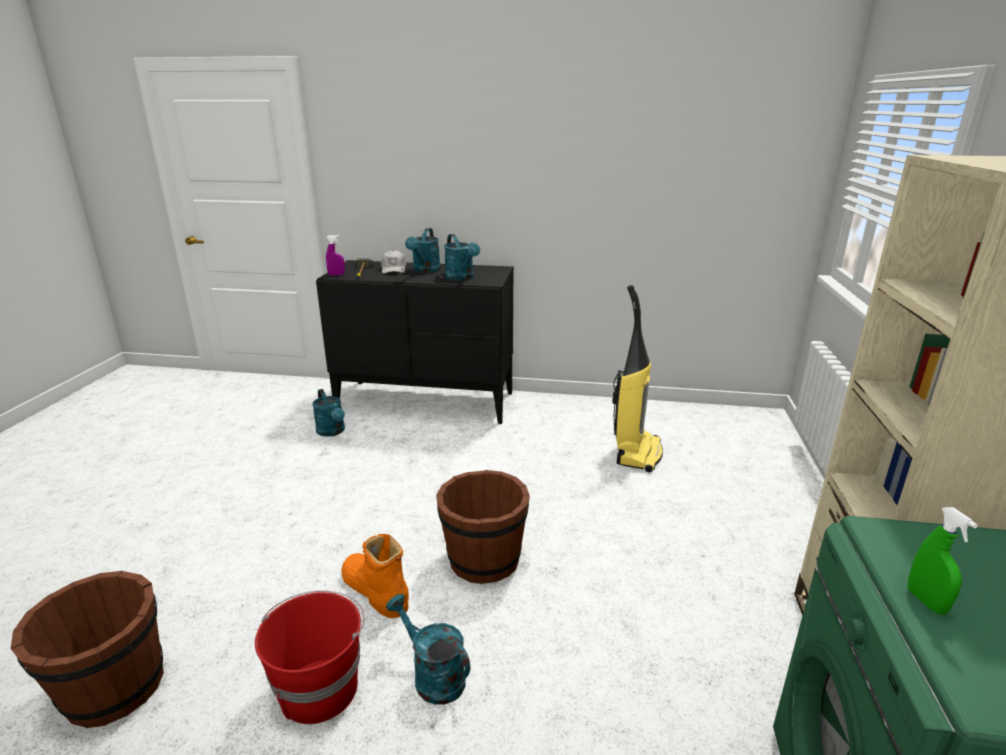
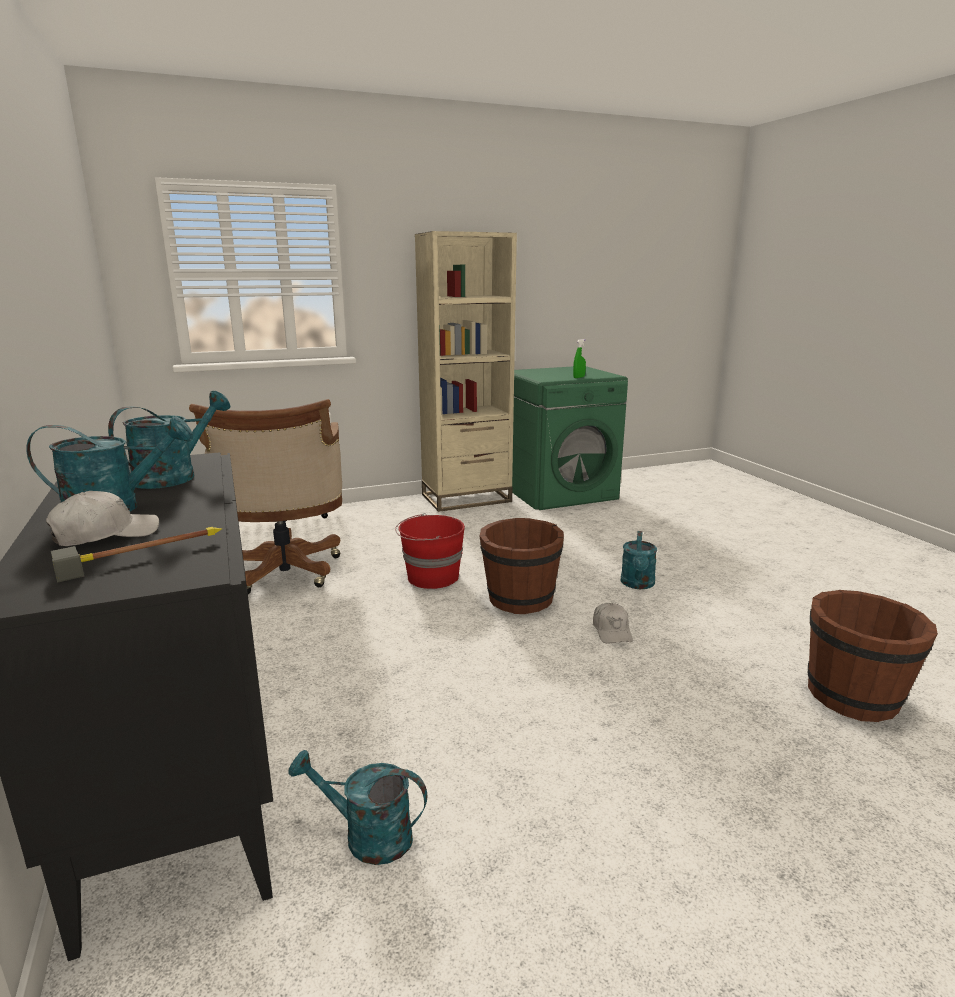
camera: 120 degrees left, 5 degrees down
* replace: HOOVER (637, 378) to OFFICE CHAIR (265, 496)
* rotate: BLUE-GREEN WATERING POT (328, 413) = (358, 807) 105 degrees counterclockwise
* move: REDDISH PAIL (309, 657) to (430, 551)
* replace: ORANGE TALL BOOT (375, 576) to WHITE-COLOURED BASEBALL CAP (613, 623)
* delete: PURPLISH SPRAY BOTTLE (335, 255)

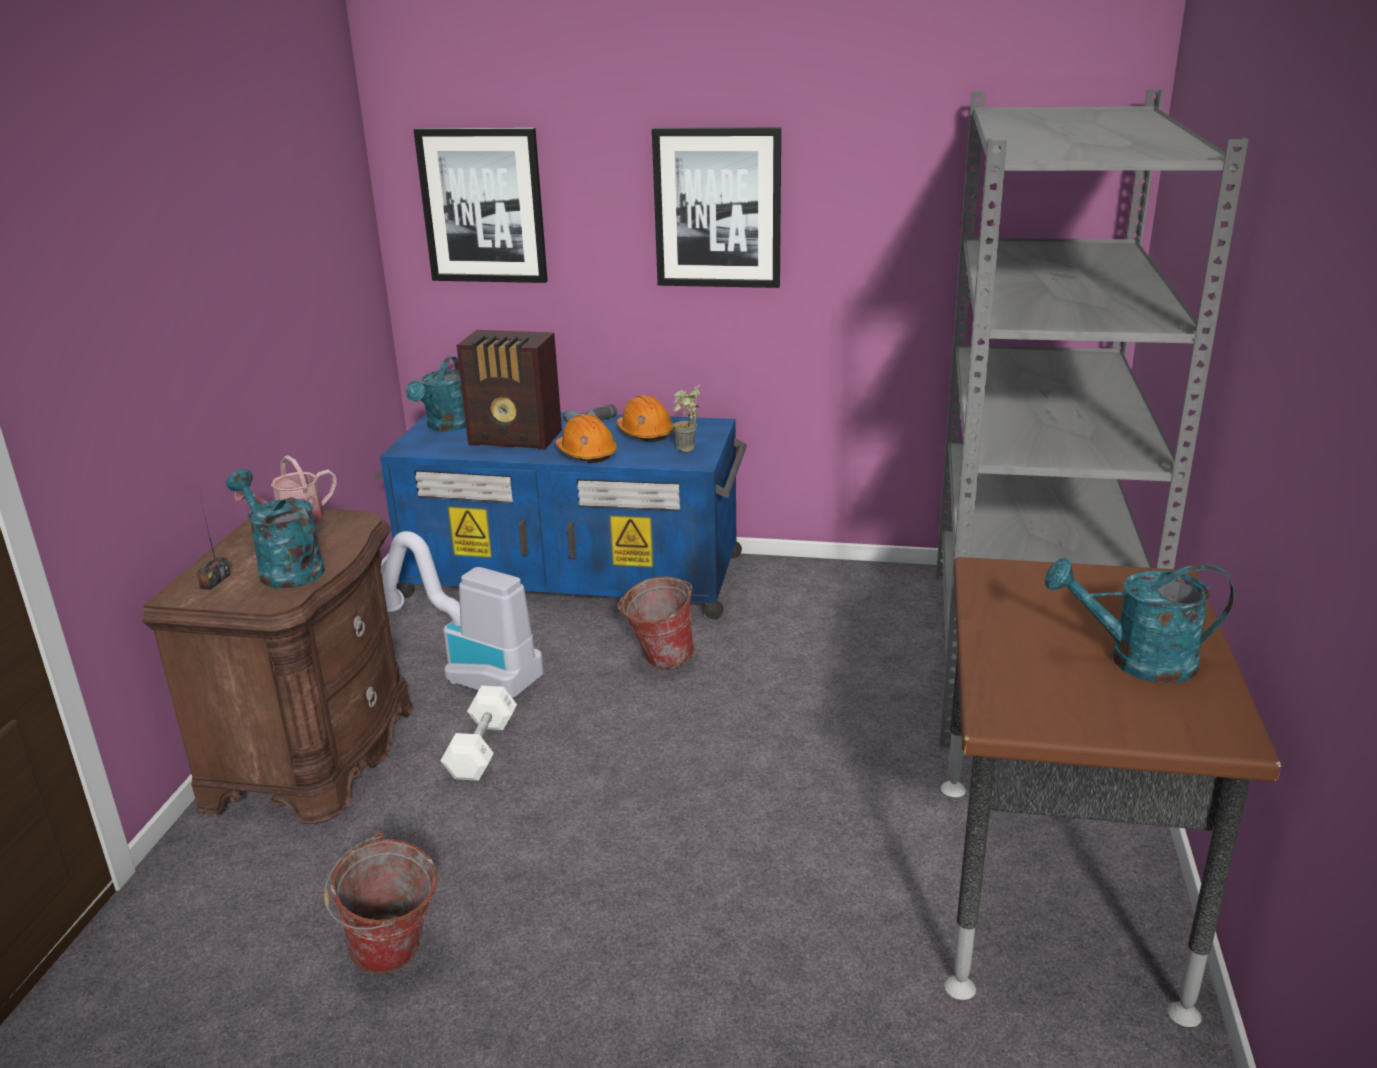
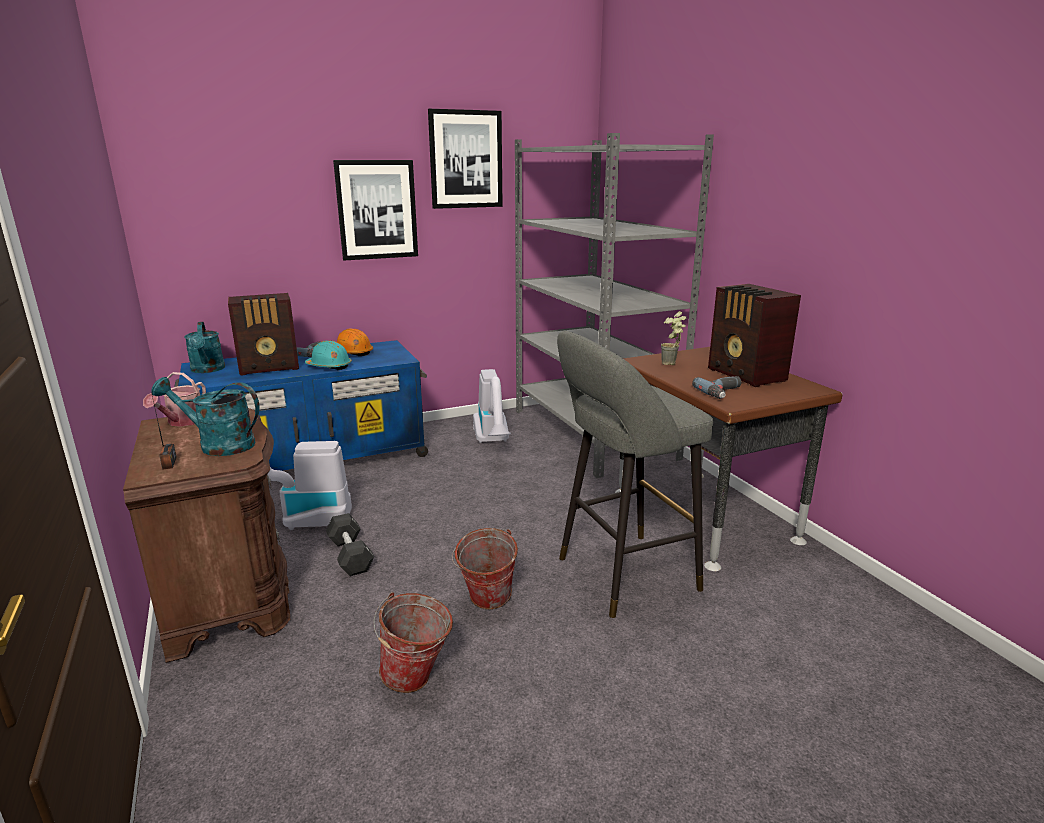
camera: 35 degrees left, 5 degrees down
* recolor: ORANGE SAFETY HELMET (586, 438) to BLUE-GREEN SAFETY HELMET (328, 355)
* recolor: WHITE-COLOURED HAND WEIGHT (478, 733) to BLACKISH HAND WEIGHT (350, 544)
* move: PICTURE (481, 205) to (465, 159)
* move: PAIL (656, 622) to (485, 568)
* insert: HOOVER (492, 406)
* insert: GREY SITTING STOOL (635, 474)
* move: POTTED PLANT (687, 417) to (674, 338)
* insert: ELECTRIC DRILL (716, 387)
* replace: BLUE-GREEN WATERING POT (1140, 620) to RADIO SET (754, 335)

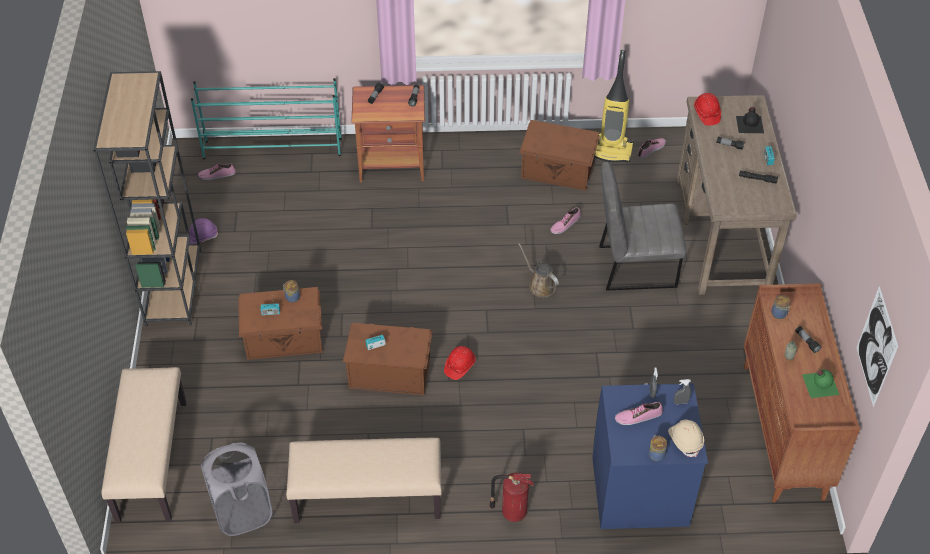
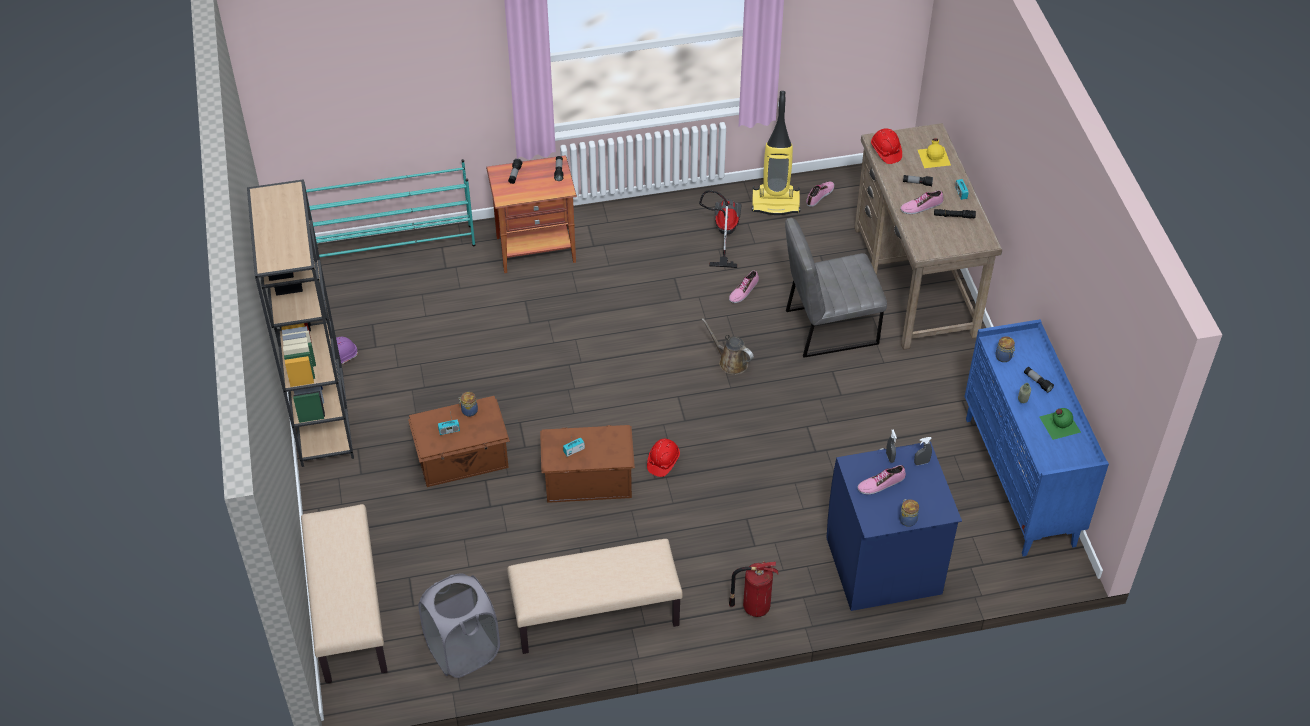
camera: 10 degrees left, 0 degrees up
* replace: BROWN STORAGE CONTAINER (559, 155) to HOOVER (720, 229)
* move: LOW SHOE (217, 171) to (922, 202)
* recolor: BLACKISH BEVERAGE BOTTLE (750, 120) to YELLOW-COLOURED BEVERAGE BOTTLE (934, 153)
* recolor: BROWN CABINET (802, 393) to BLUISH CABINET (1036, 437)
* delete: SAND-COLOURED SAFETY HELMET (686, 438)
* delete: PICTURE (877, 346)

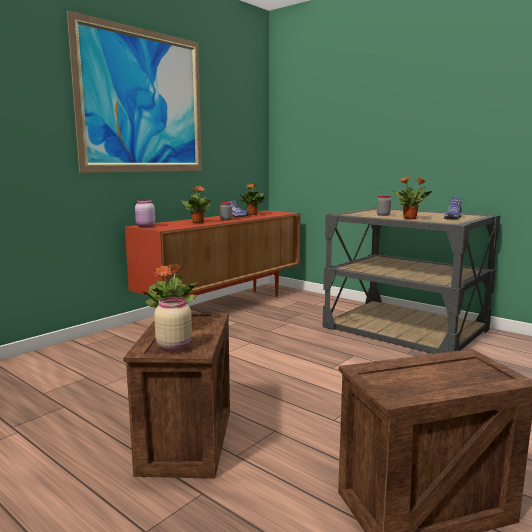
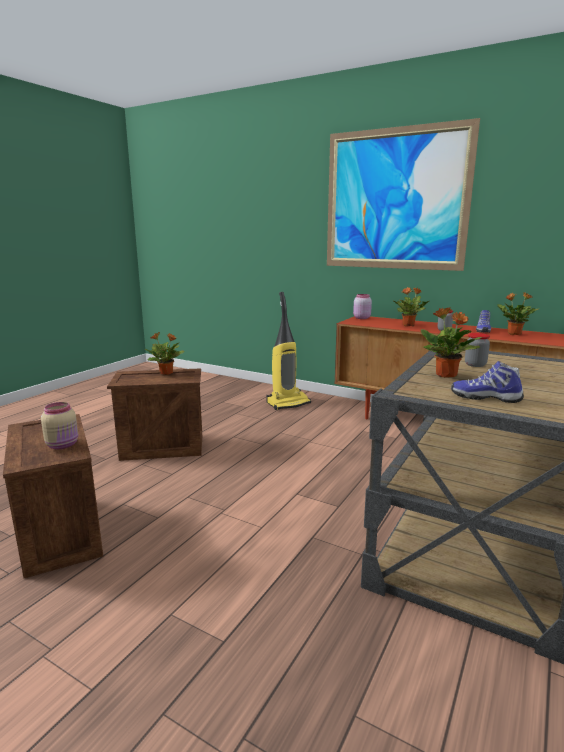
camera: 80 degrees right, 5 degrees up
* move: SAND-COLOURED PRESERVE JAR (173, 324) to (59, 425)
* insert: HOOVER (288, 351)

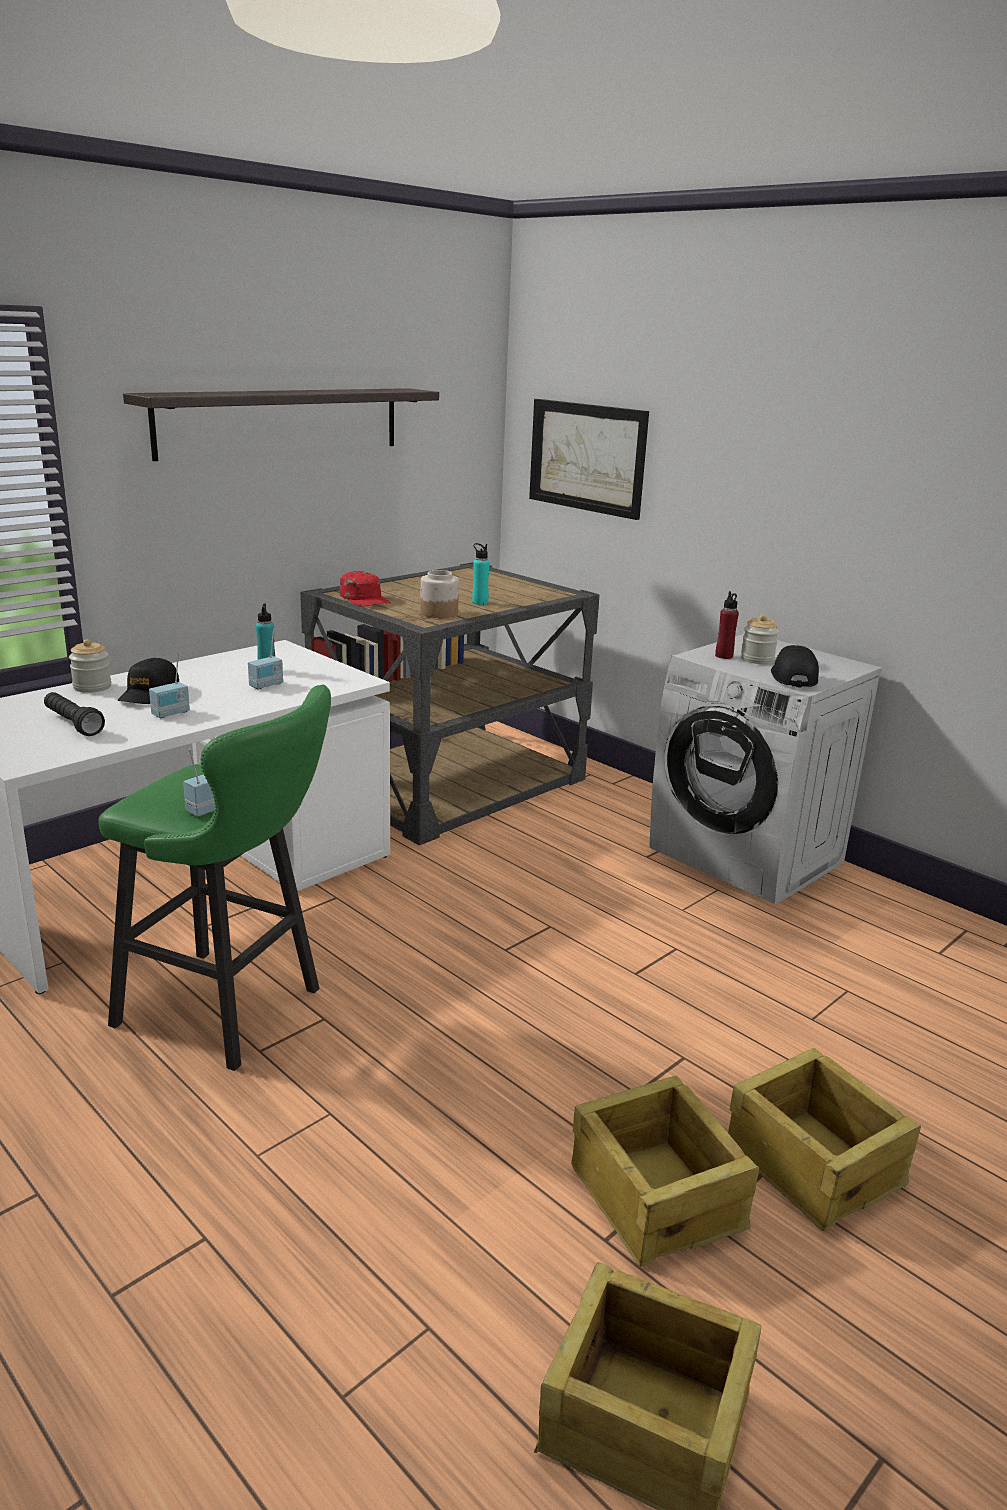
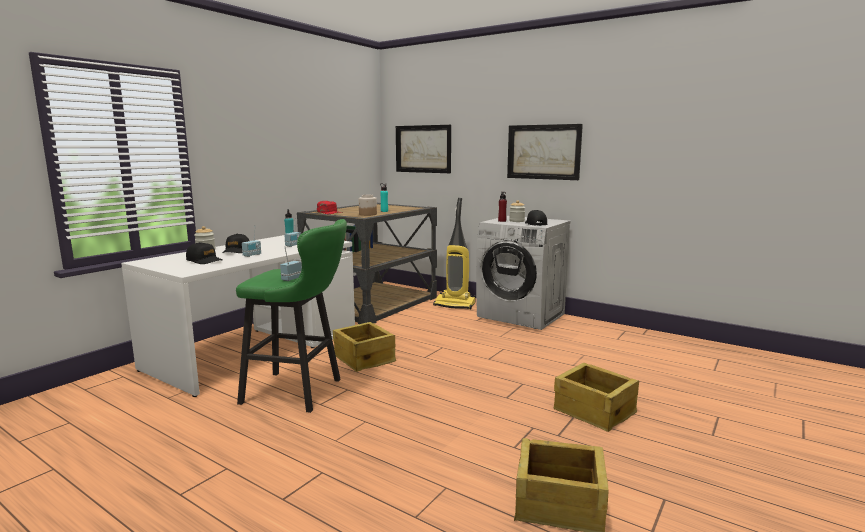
camera: 10 degrees left, 10 degrees down
* replace: BLACKISH HAND TORCH (74, 714) to BLACKISH BASEBALL CAP (204, 253)
* move: CRATE (665, 1171) to (364, 347)
* insert: HOOVER (454, 253)
* insert: PICTURE (545, 152)
* delete: SHELF (281, 424)

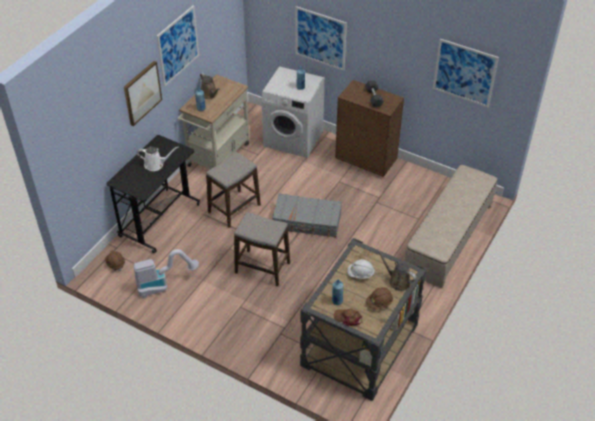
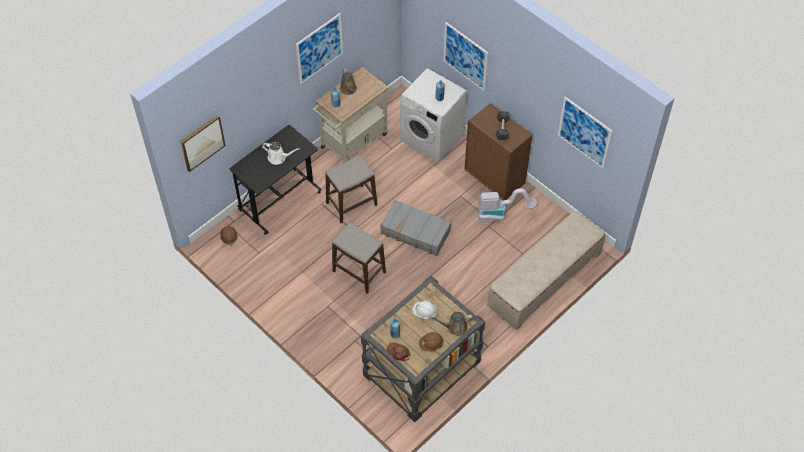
camera: 15 degrees right, 10 degrees up
* move: PICTURE (143, 93) to (203, 143)
* rotate: BROWN WATERING POT (397, 270) = (451, 324) 60 degrees counterclockwise
* move: HOOVER (166, 273) to (507, 205)

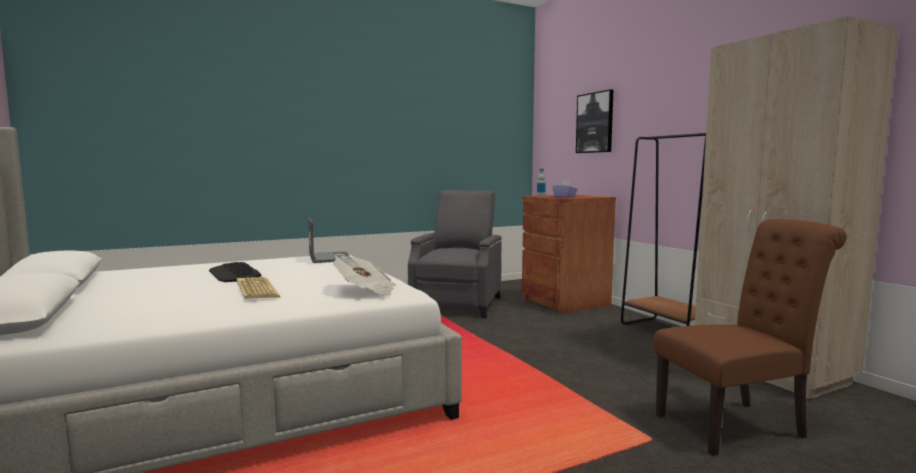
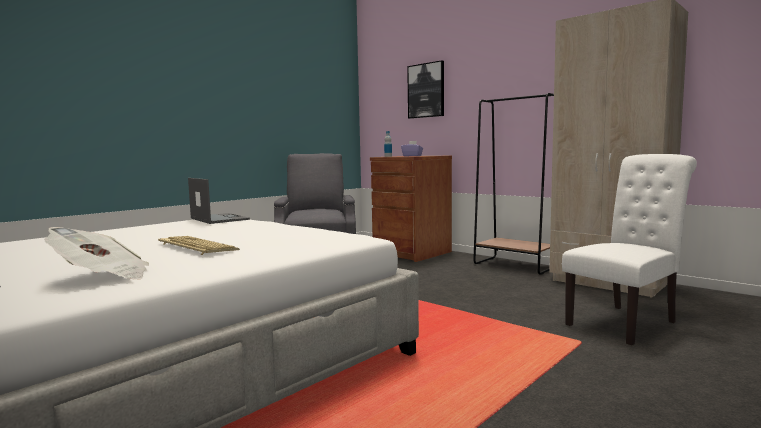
camera: 20 degrees left, 0 degrees up
* move: DAILY PAPER (364, 275) to (96, 253)
* recolor: BROWN PLAIN CHAIR (750, 337) to WHITE-COLOURED PLAIN CHAIR (629, 249)
* delete: KEYBOARD (235, 272)

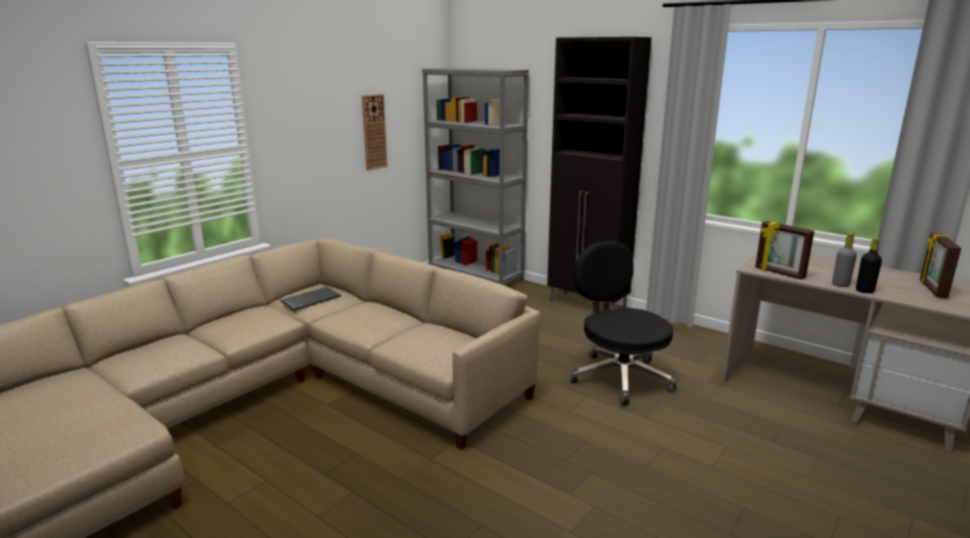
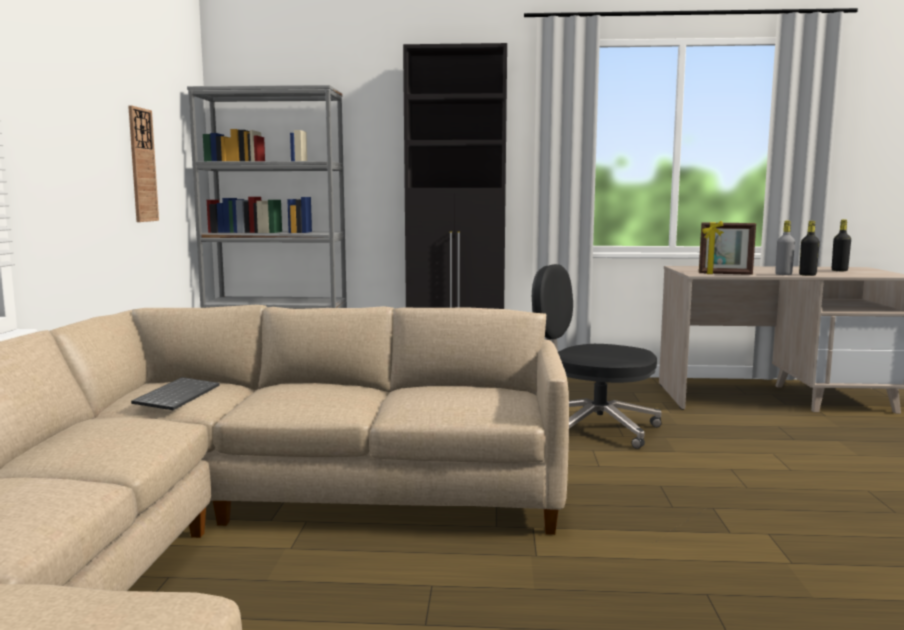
camera: 35 degrees left, 10 degrees down
* replace: PICTURE FRAME (940, 266) to BLACKISH BEVERAGE BOTTLE (841, 245)

